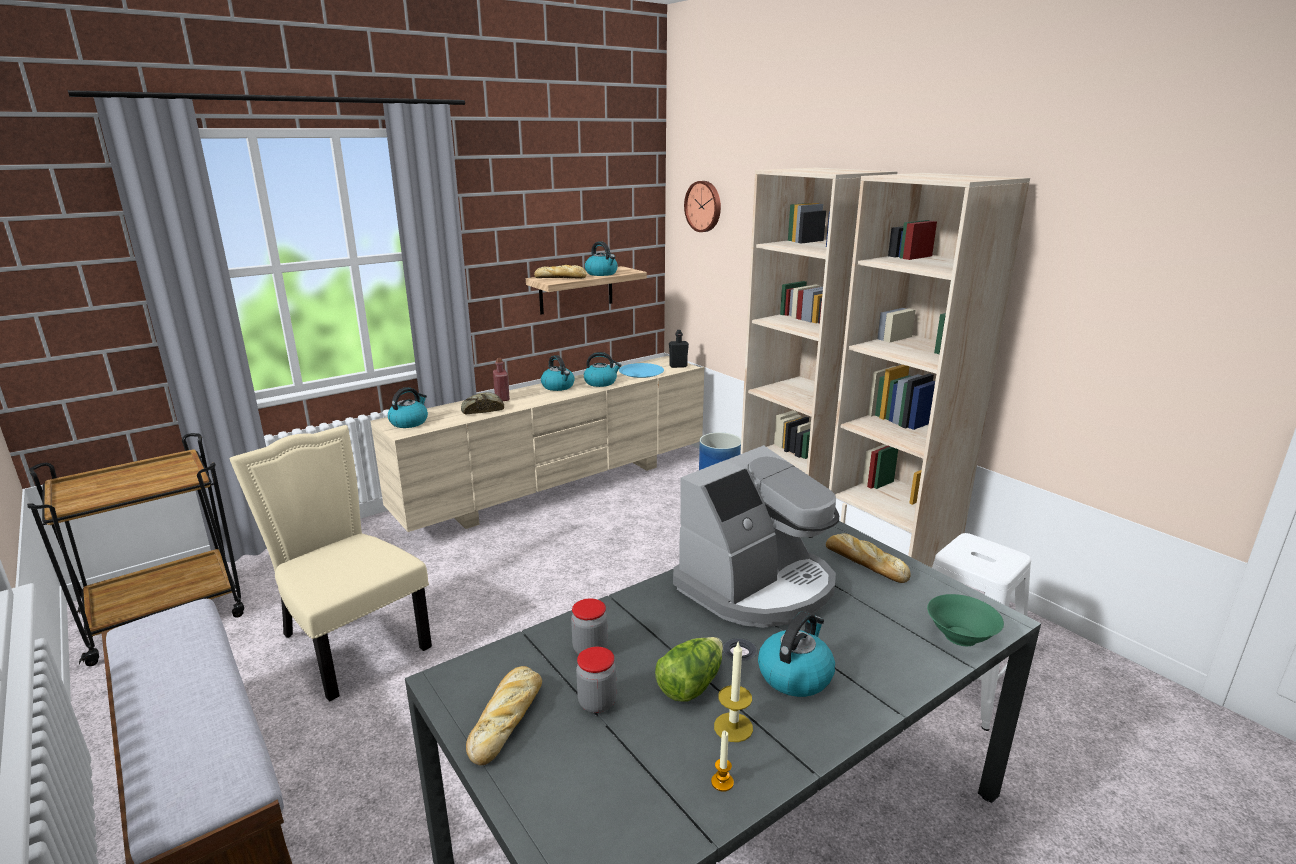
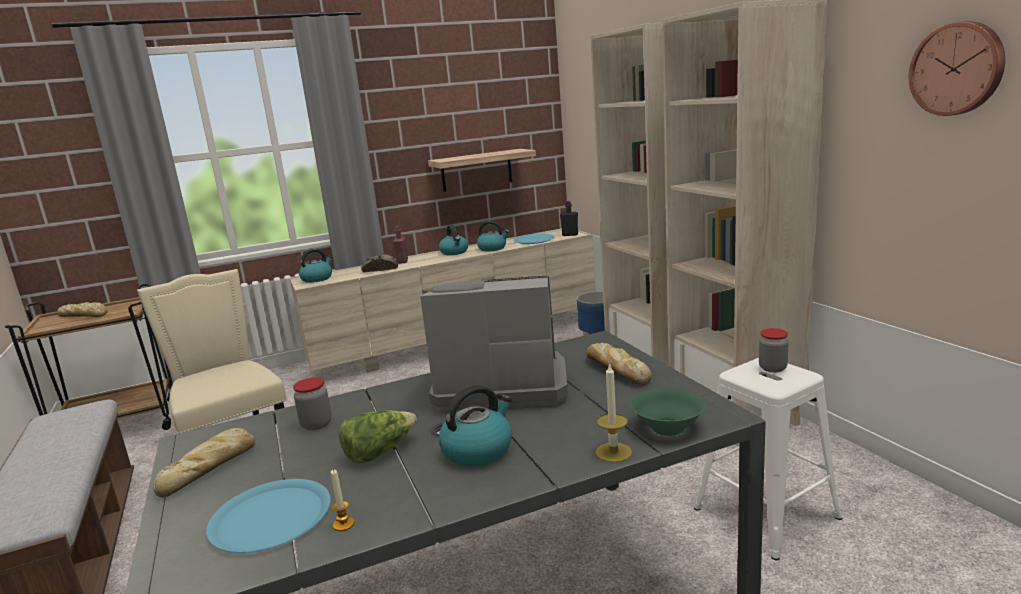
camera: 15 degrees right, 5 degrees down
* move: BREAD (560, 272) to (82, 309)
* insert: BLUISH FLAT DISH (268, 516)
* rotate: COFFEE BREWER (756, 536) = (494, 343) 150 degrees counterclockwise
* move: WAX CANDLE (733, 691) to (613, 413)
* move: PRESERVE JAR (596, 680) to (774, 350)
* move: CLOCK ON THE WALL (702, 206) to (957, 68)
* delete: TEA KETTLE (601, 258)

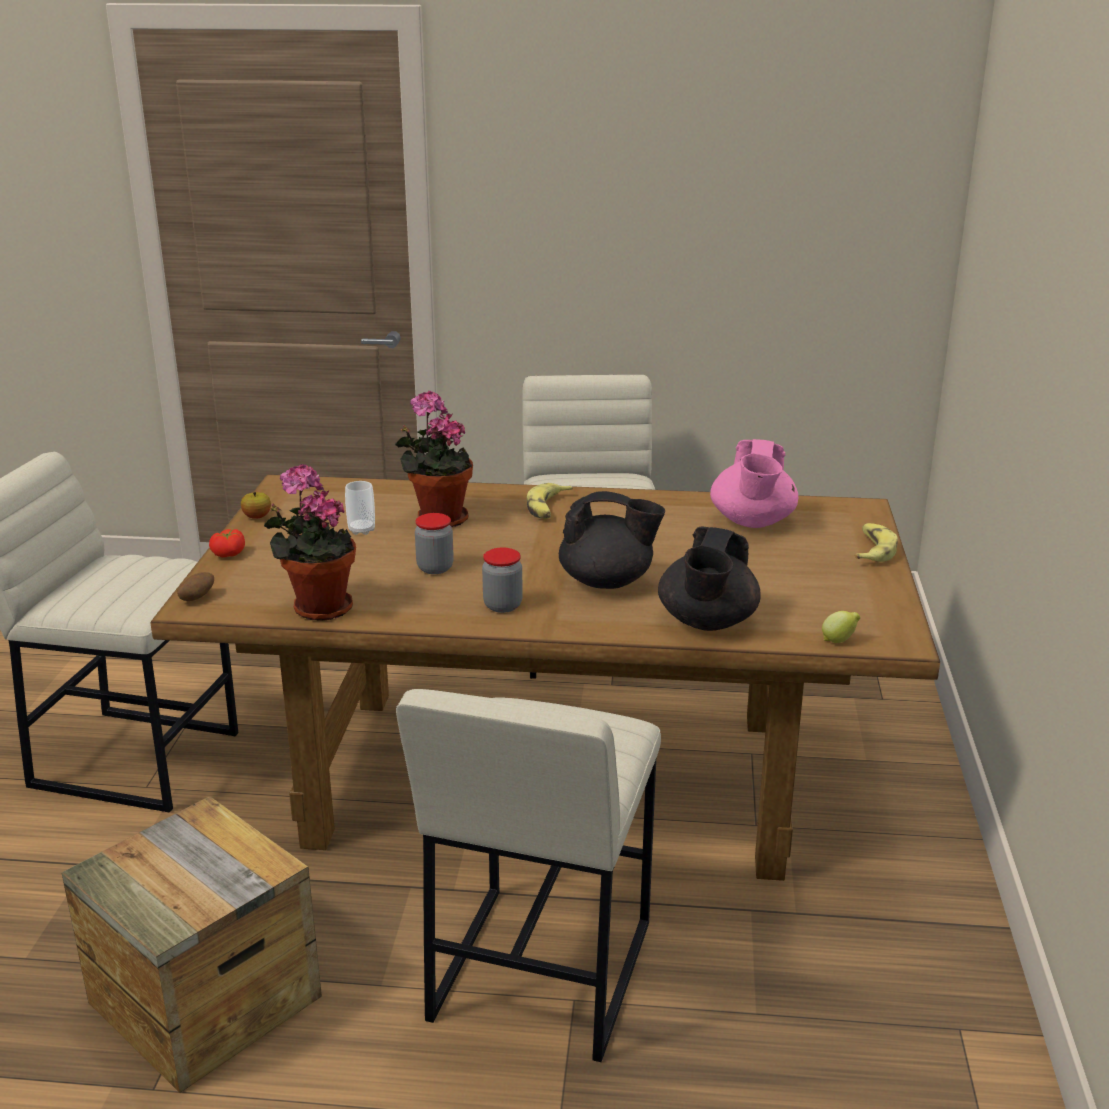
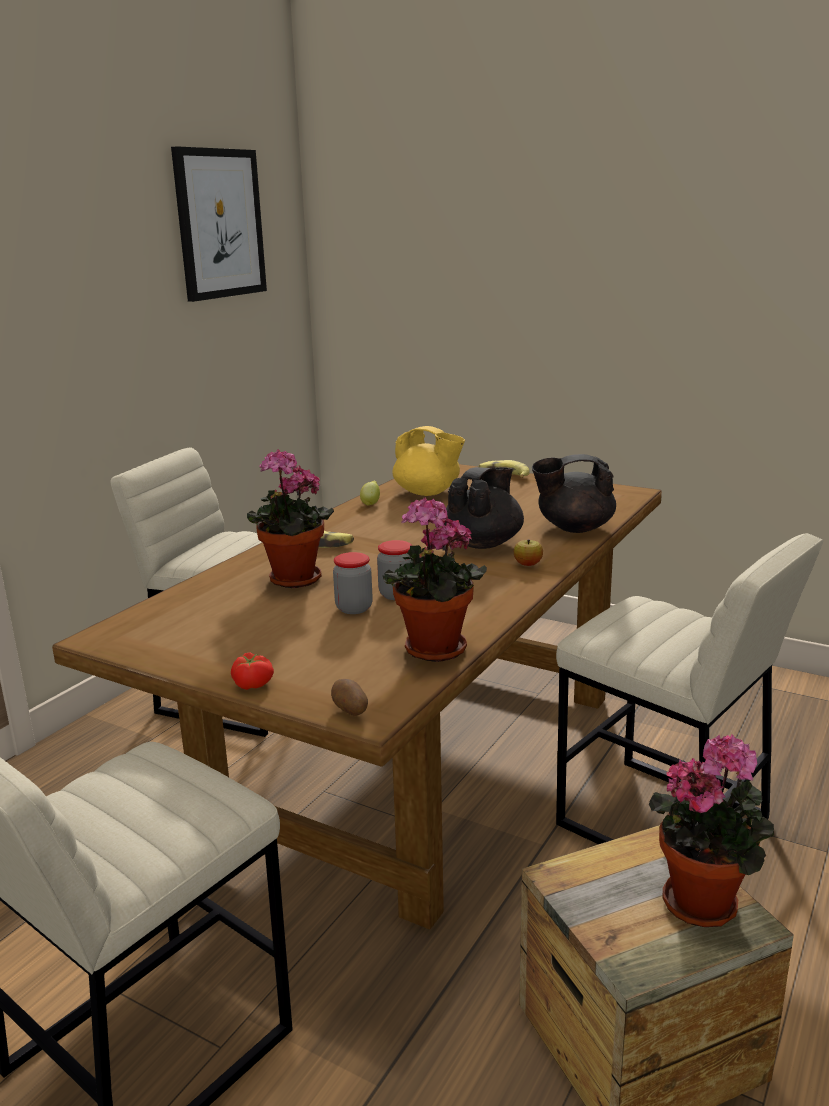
camera: 65 degrees left, 5 degrees down
* insert: PICTURE (219, 224)
* move: PRESERVE JAR (502, 580) to (353, 583)
* move: CITRUS FRUIT (841, 627) to (370, 493)
* recolor: PINKISH POT FOR TEA (754, 483) to YELLOW-COLOURED POT FOR TEA (428, 461)
* move: WHOLE APPLE (256, 505) to (528, 552)
* rotate: BLACKISH POT FOR TEA (709, 579) = (574, 493) 135 degrees clockwise
* insert: POTTED PLANT (711, 830)
* delete: SMALL CUP (360, 508)

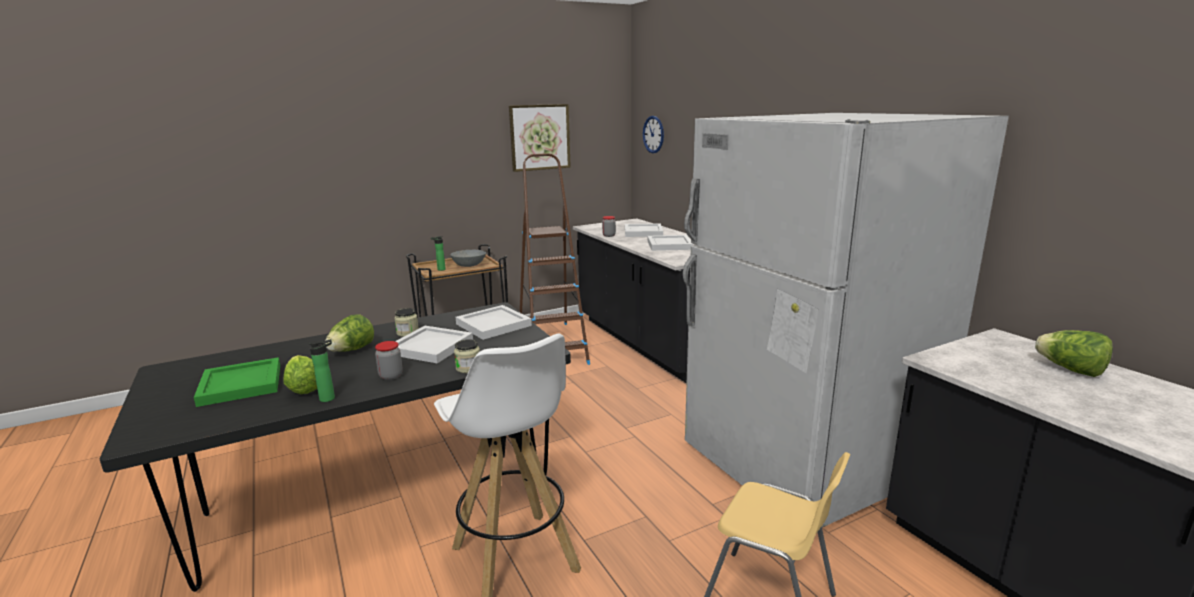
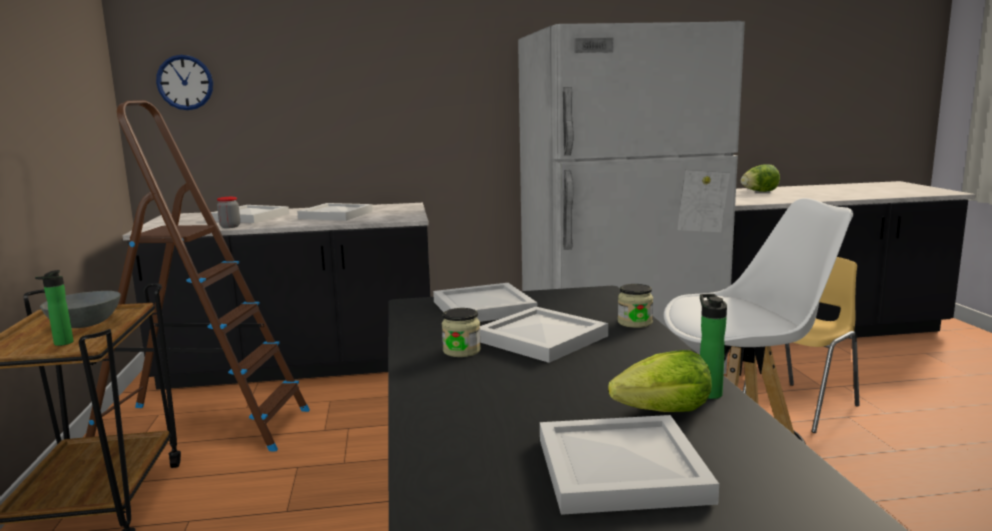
camera: 70 degrees left, 5 degrees down
* recolor: GREENISH TRAY (237, 382) to WHITE-COLOURED TRAY (629, 465)
* delete: LETTUCE HEAD (349, 333)
* delete: PRESERVE JAR (389, 360)
* delete: PICTURE (540, 138)

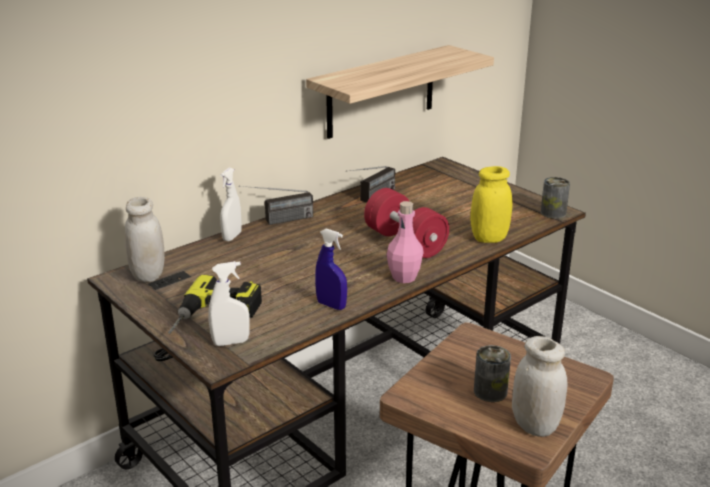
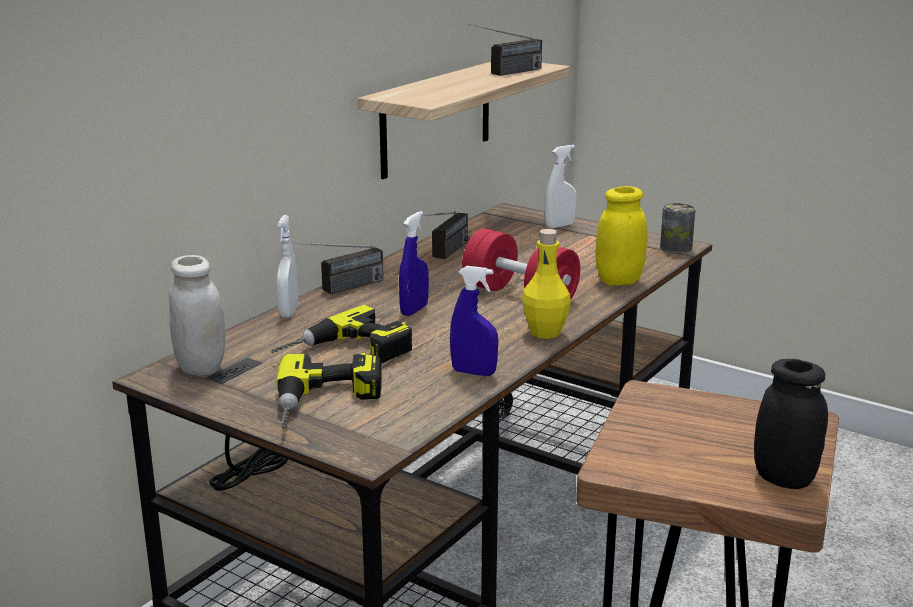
camera: 15 degrees left, 5 degrees down
* insert: ELECTRIC DRILL (341, 334)
* insert: BLUISH SPRAY BOTTLE (414, 263)
* insert: RADIO SET (505, 50)
* recolor: PINKISH BEVERAGE BOTTLE (405, 242) to YELLOW-COLOURED BEVERAGE BOTTLE (546, 284)
* move: WHITE-COLOURED SPRAY BOTTLE (229, 303) to (561, 187)
* recolor: WHITE-COLOURED PRESERVE JAR (539, 386) to BLACKISH PRESERVE JAR (791, 424)
* delete: SEALED CAN (492, 373)

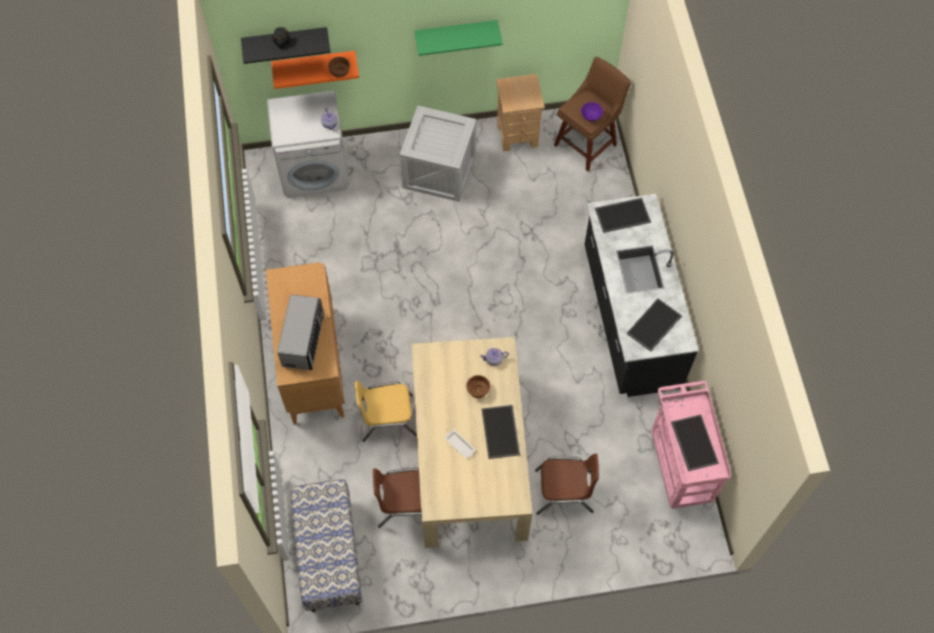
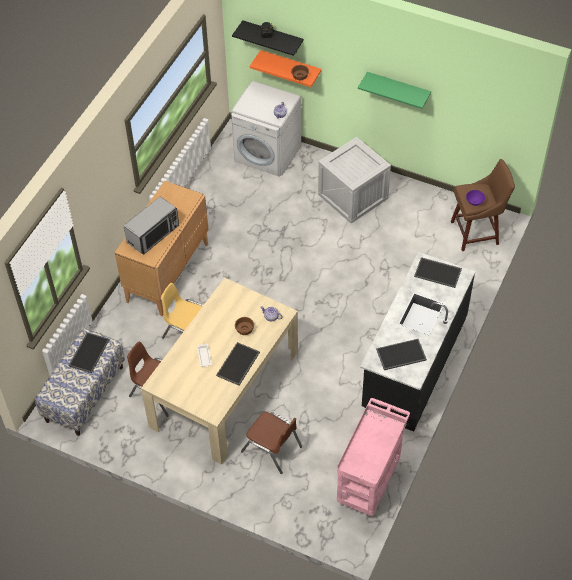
camera: 35 degrees right, 10 degrees down
* move: TRAY (695, 442) to (89, 352)
* delete: SAND-COLOURED NIGHTSTAND (520, 113)

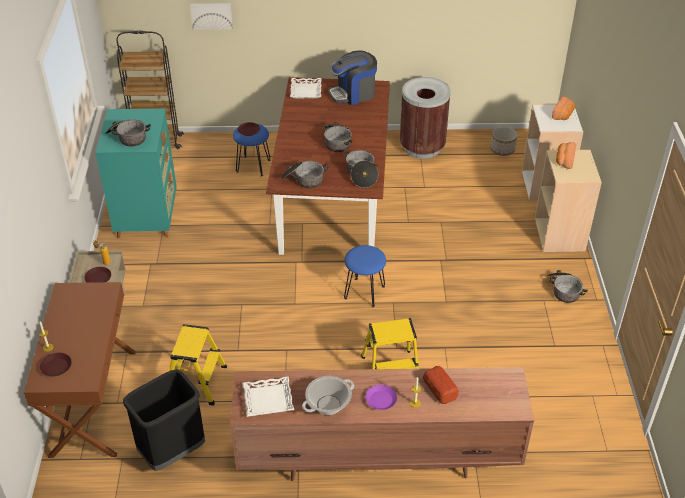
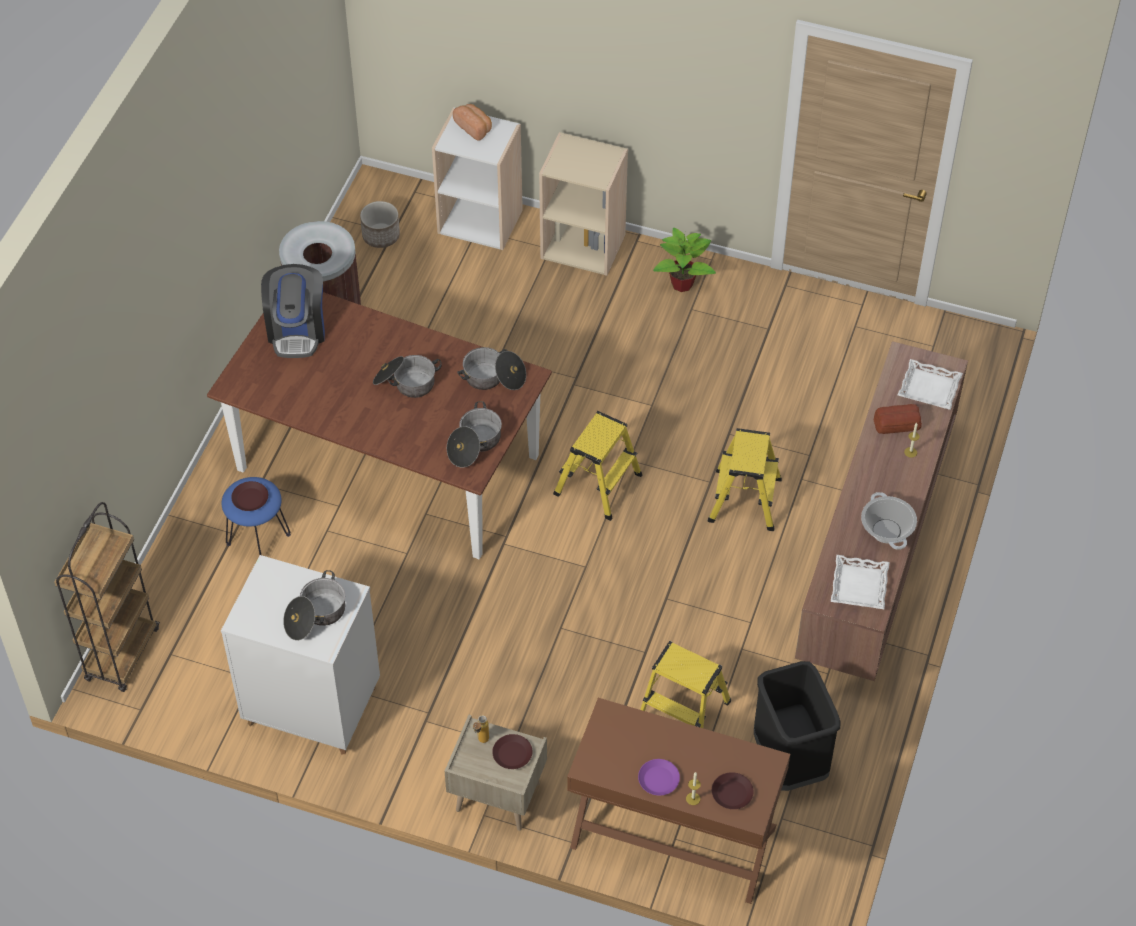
camera: 70 degrees left, 10 degrees up
* recolor: BLUE-GREEN CHEST OF DRAWERS (136, 173) to WHITE-COLOURED CHEST OF DRAWERS (300, 654)
* replace: BLUISH SITTING STOOL (365, 276) to YELLOW-COLOURED STEP LADDER (597, 466)
* move: PURPLISH FLAT DISH (381, 397) to (659, 777)
* replace: COOKING POT (567, 286) to POTTED PLANT (684, 260)
* move: WHITE-COLOURED TRAY (306, 88) to (930, 384)
* delete: PICTURE (211, 16)
* delete: BREAD (566, 155)

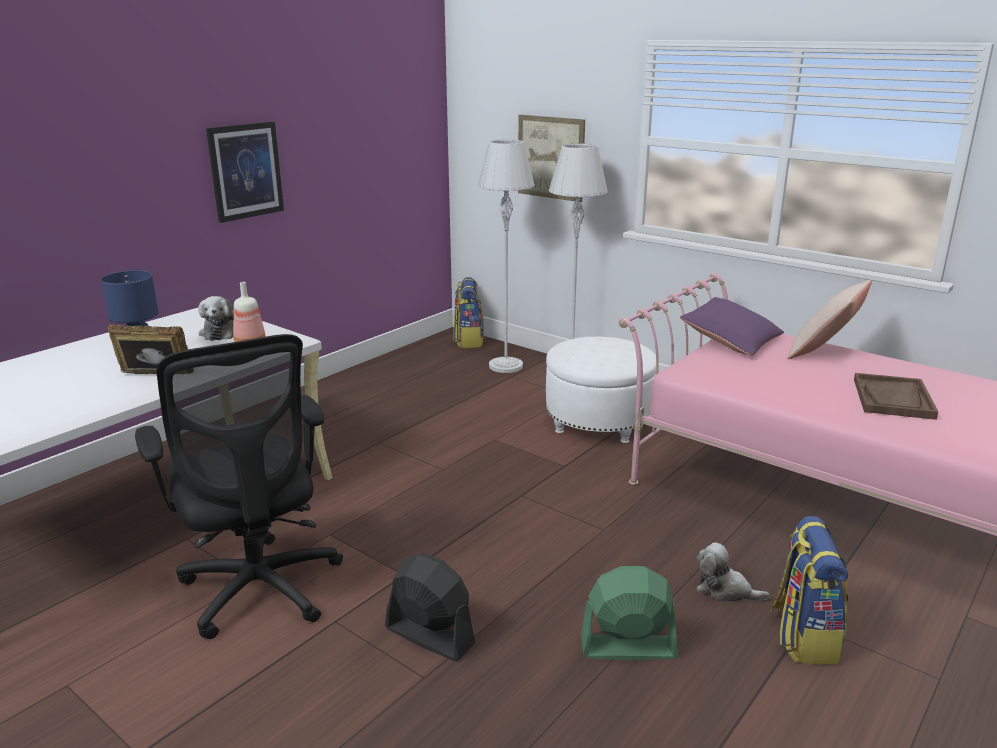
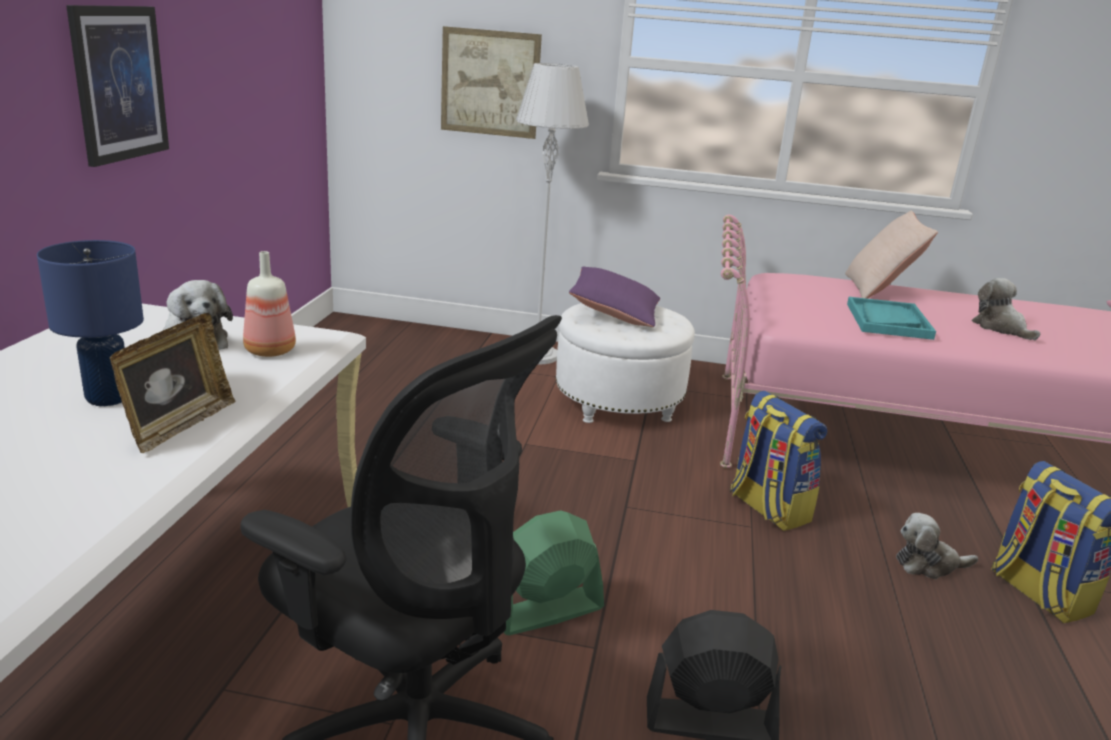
camera: 30 degrees left, 0 degrees up
* rotate: PICTURE FRAME (148, 349) = (172, 383) 135 degrees clockwise
* move: GREENISH COOLING FAN (629, 613) to (554, 572)
* move: PURPLISH PILLOW (732, 326) to (614, 296)
* move: KNAPSACK (468, 312) to (778, 461)
* insert: BLUE-GREEN TRAY (891, 318)
* replace: BROWN TRAY (896, 396) to PLUSH TOY (1006, 309)
* delete: GREY STANDING LAMP (506, 256)

